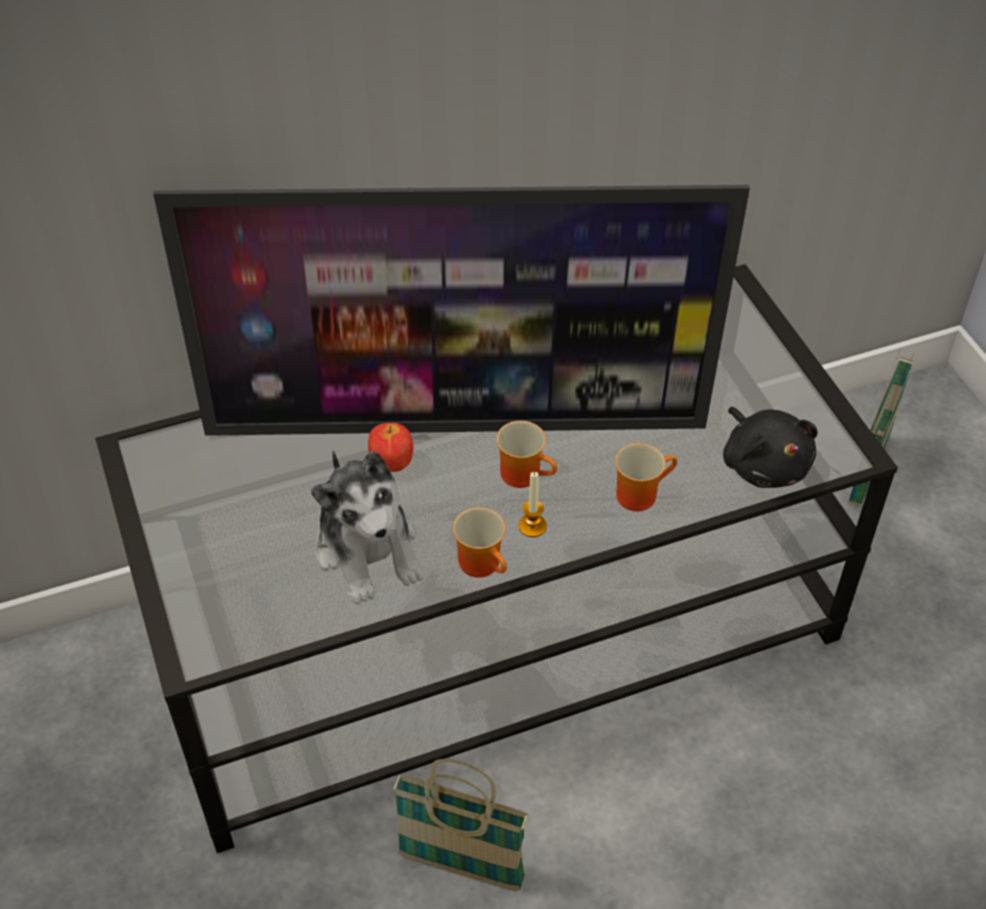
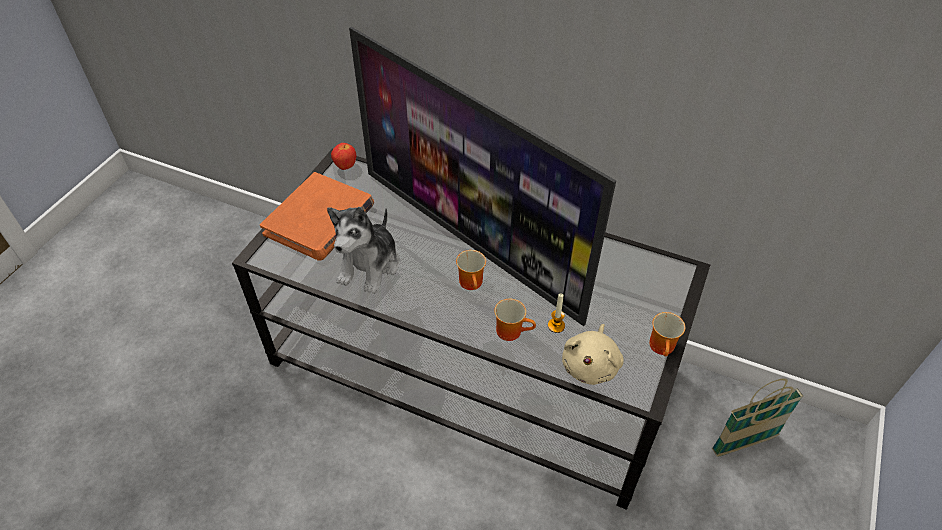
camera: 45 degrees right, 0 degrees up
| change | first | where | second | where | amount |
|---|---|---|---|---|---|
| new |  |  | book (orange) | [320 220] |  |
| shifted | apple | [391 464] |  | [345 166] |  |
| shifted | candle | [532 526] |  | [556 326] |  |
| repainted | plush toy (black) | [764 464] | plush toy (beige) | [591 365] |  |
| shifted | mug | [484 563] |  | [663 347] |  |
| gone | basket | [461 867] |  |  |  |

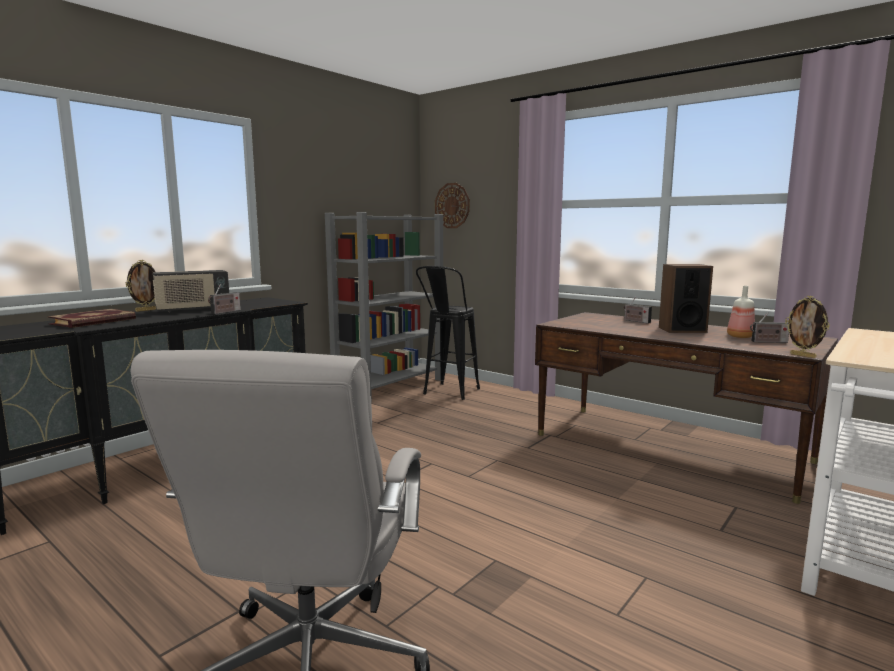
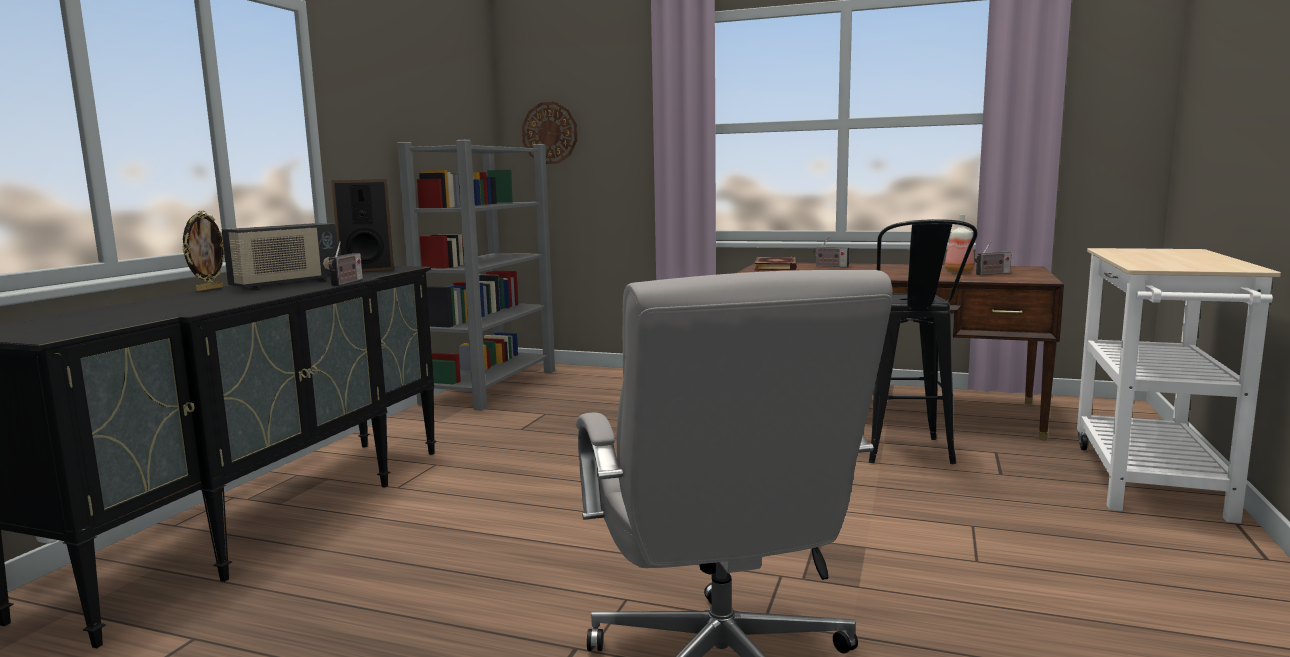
camera: 20 degrees left, 0 degrees up
| change | first | where | second | where | amount |
|---|---|---|---|---|---|
| shifted | speaker | [682 330] |  | [366 269] |  |
| shifted | book | [94 321] |  | [777 267] |  |
| shifted | stool (black) | [448 394] |  | [907 456] |  |
| gone | picture frame | [803 356] |  |  |  |

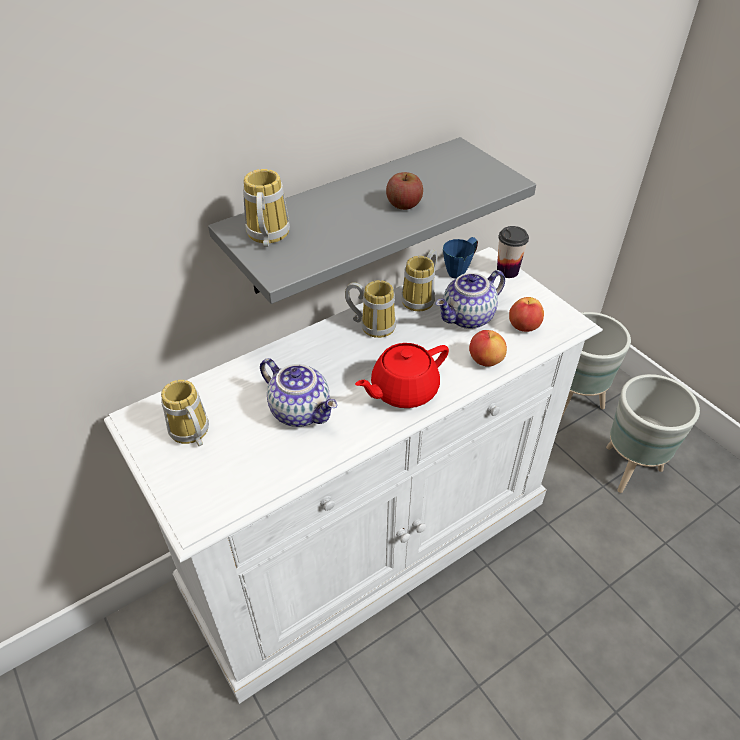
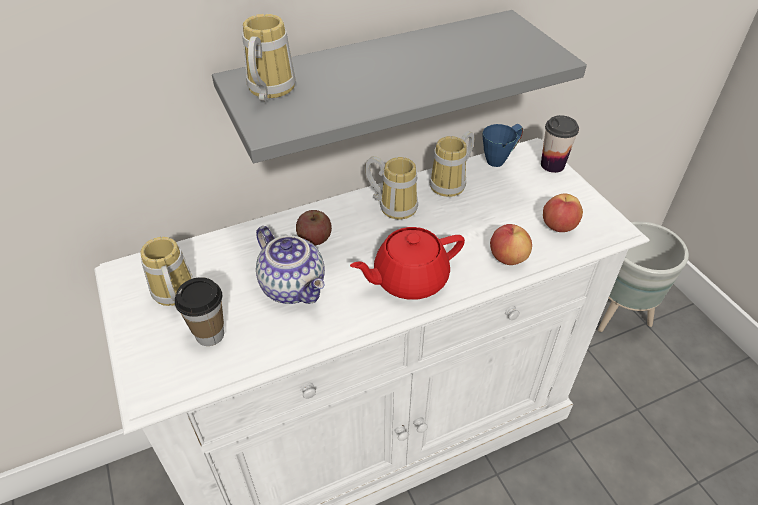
camera: 10 degrees right, 0 degrees up
| change | first | where | second | where | amount |
|---|---|---|---|---|---|
| new |  |  | cup | [210 334] |  |
| shifted | apple | [404 204] |  | [314 238] |  |
| gone | teapot | [468 318] |  |  |  |
| gone | planter (grey) | [628 469] |  |  |  |

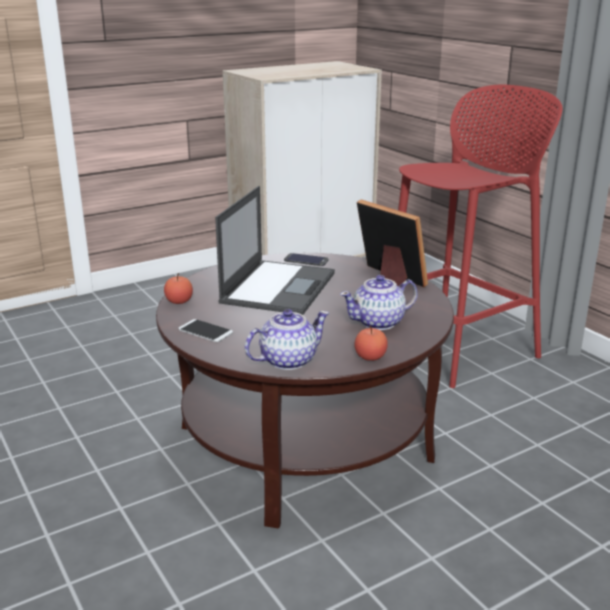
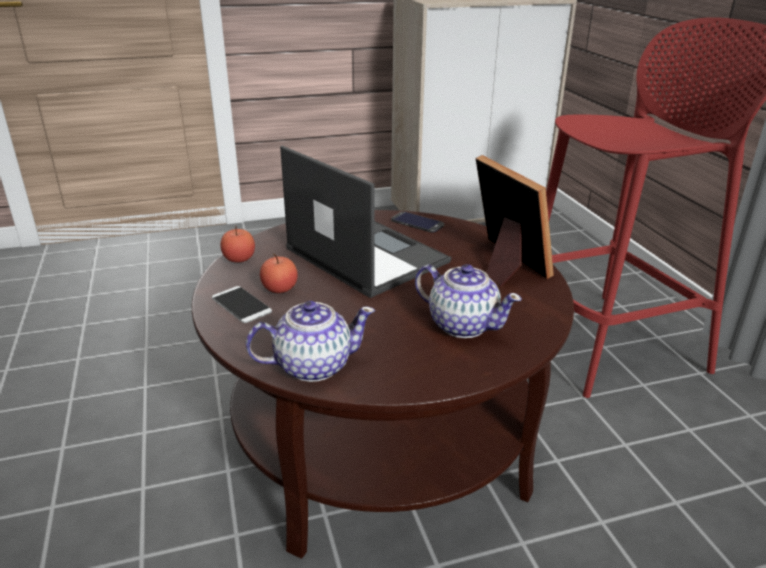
camera: 15 degrees right, 5 degrees up
| change | first | where | second | where | amount |
|---|---|---|---|---|---|
| shifted | apple | [370 357] |  | [279 289] |  |
| rotated | laptop | [279 287] |  | [364 255] | 75 degrees counterclockwise |
| rotated | teapot | [379 322] |  | [462 324] | 135 degrees counterclockwise |

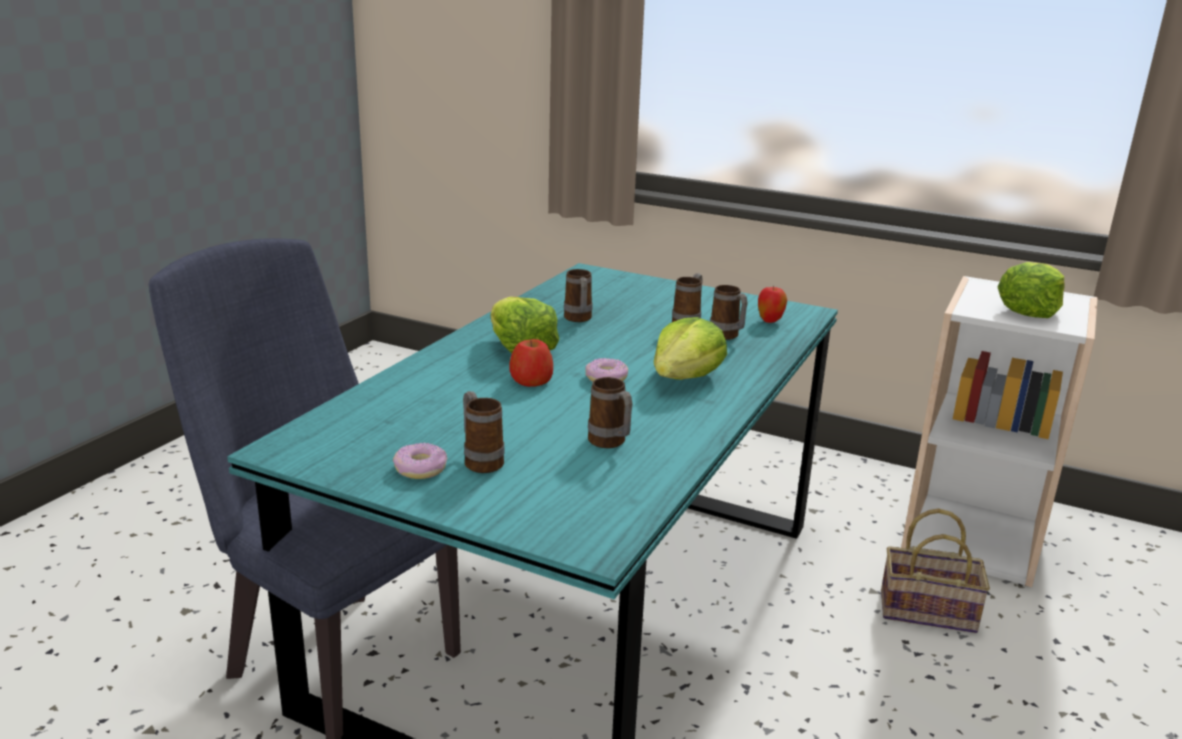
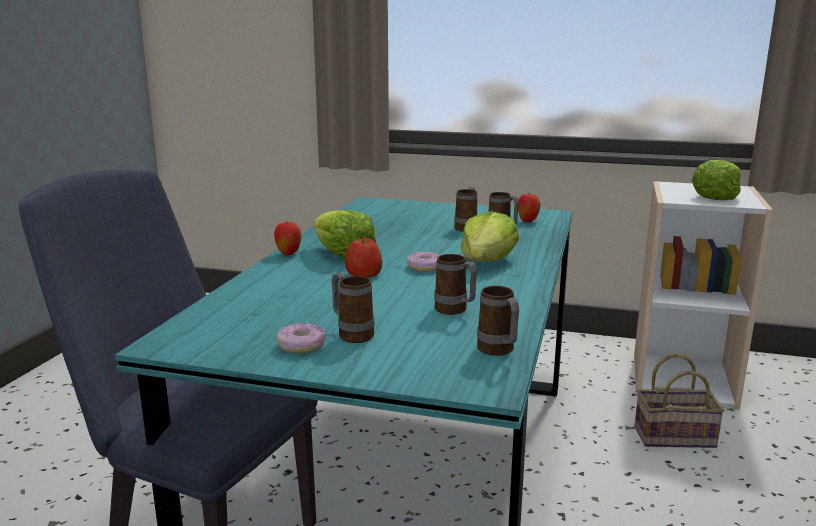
camera: 10 degrees left, 5 degrees down
| change | first | where | second | where | amount |
|---|---|---|---|---|---|
| new |  |  | apple | [288 254] |  |
| shifted | mug | [578 319] |  | [499 351] |  |

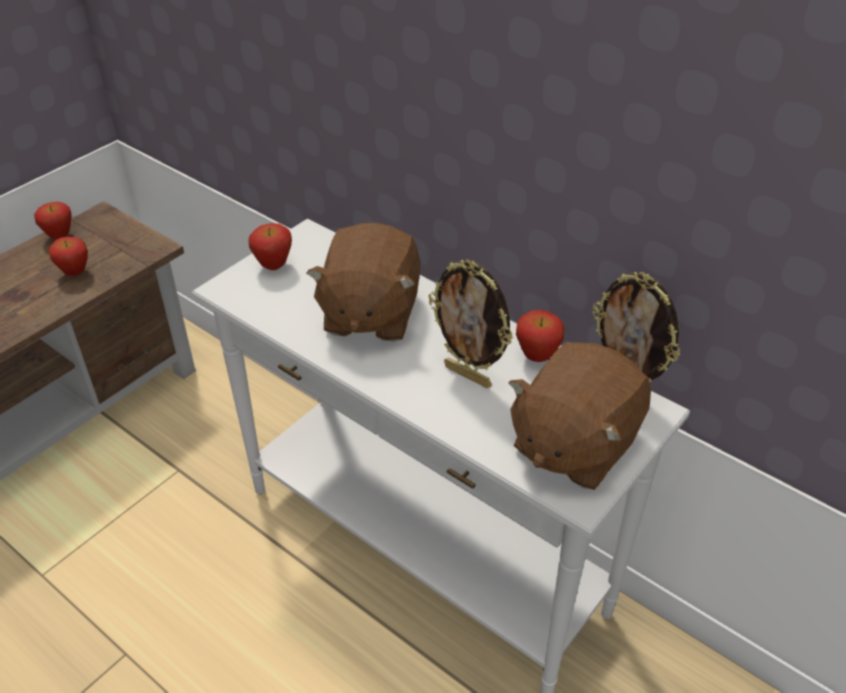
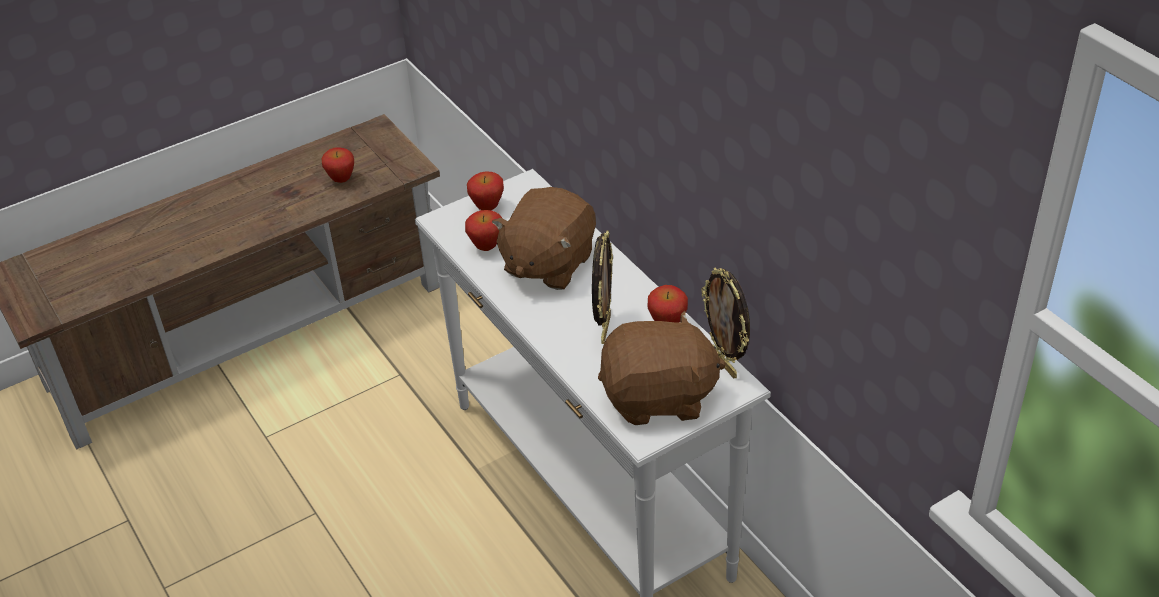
camera: 20 degrees right, 0 degrees up
| change | first | where | second | where | amount |
|---|---|---|---|---|---|
| shifted | apple | [60 236] |  | [486 247] |  |
| rotated | picture frame | [468 375] |  | [604 328] | 135 degrees counterclockwise |
| rotated | plush toy (brown) | [573 444] |  | [659 397] | 150 degrees counterclockwise |

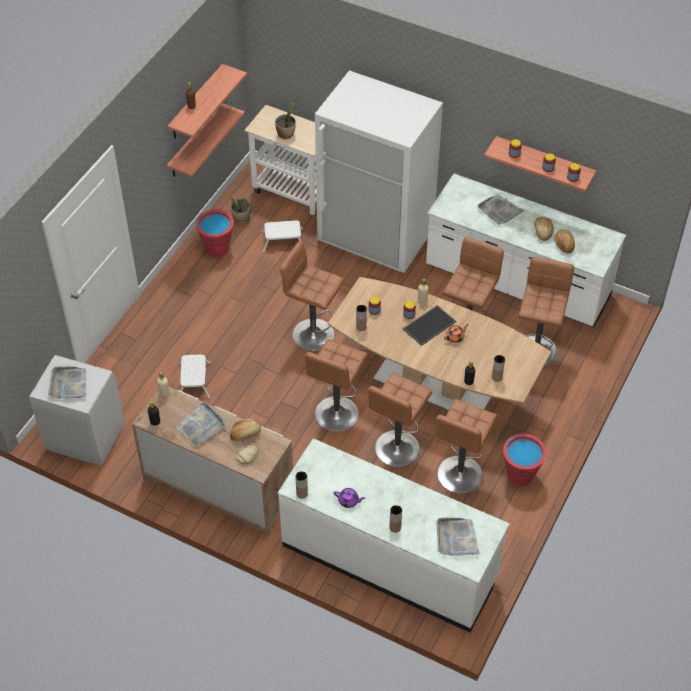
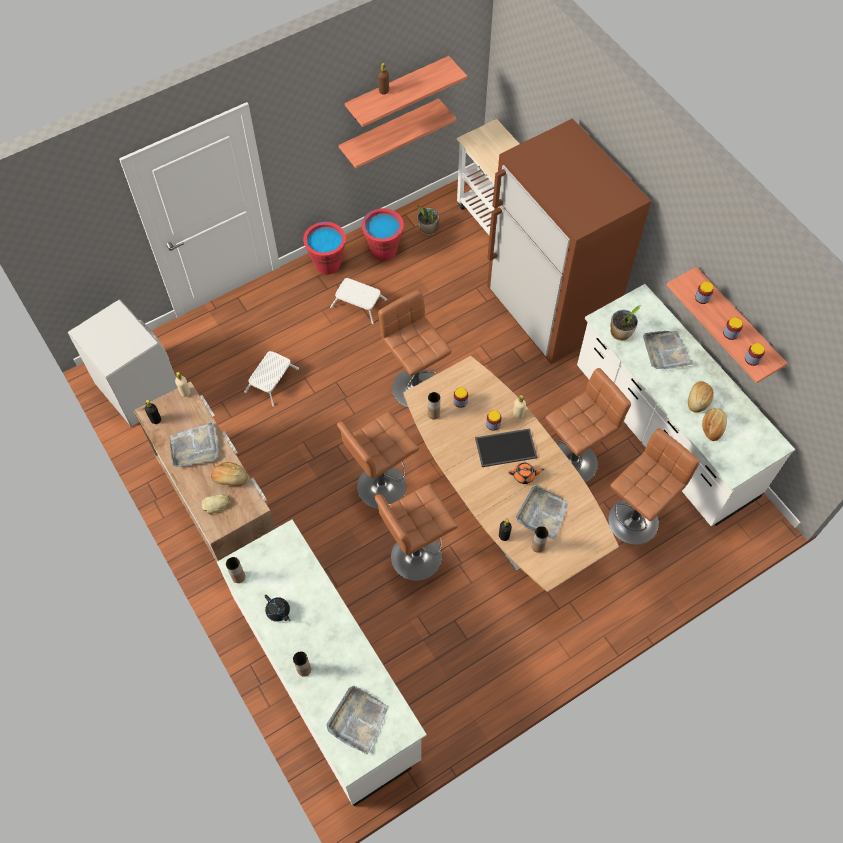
camera: 30 degrees right, 10 degrees up
| change | first | where | second | where | amount |
|---|---|---|---|---|---|
| repainted | teapot (purple) | [349 501] | teapot (black) | [278 611] |  |
| shifted | bucket (red) | [520 475] |  | [327 264] |  |
| shifted | step ladder (white) | [283 239] |  | [358 303] |  |
| repainted | fridge (white) | [375 234] | fridge (brown) | [549 308] |  |
| shifted | tray (grey) | [68 384] |  | [542 513] |  |
| shifted | potted plant | [286 134] |  | [620 333] |  |
| gone | stool (brown) | [459 474] |  |  |  |

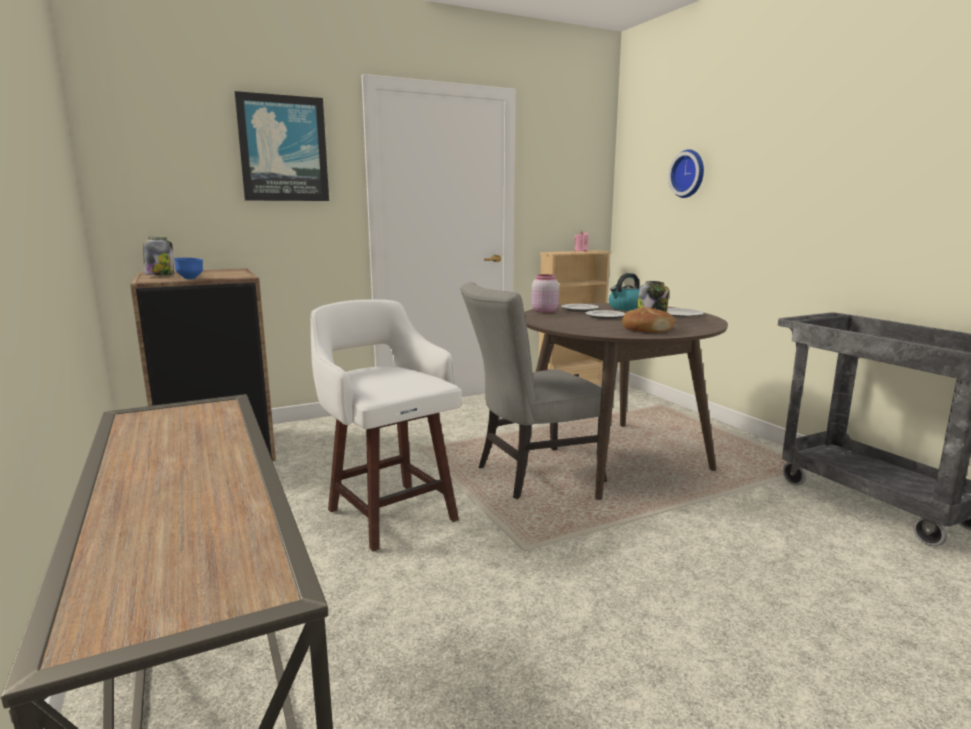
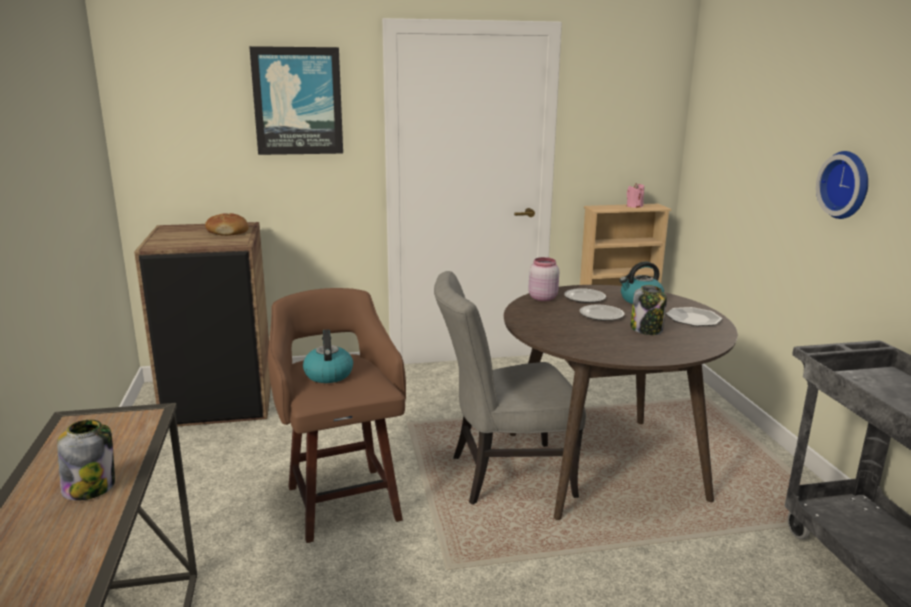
camera: 15 degrees right, 5 degrees up
| change | first | where | second | where | amount |
|---|---|---|---|---|---|
| shifted | jar | [160 275] |  | [90 487] |  |
| shifted | bread | [646 329] |  | [228 232] |  |
| repainted | stool (white) | [389 512] | stool (brown) | [342 500] |  |
| new |  |  | kettle | [328 374] |  |
| shifted | wall clock | [689 174] |  | [847 185] |  |
| gone | bowl (blue) | [190 278] |  |  |  |

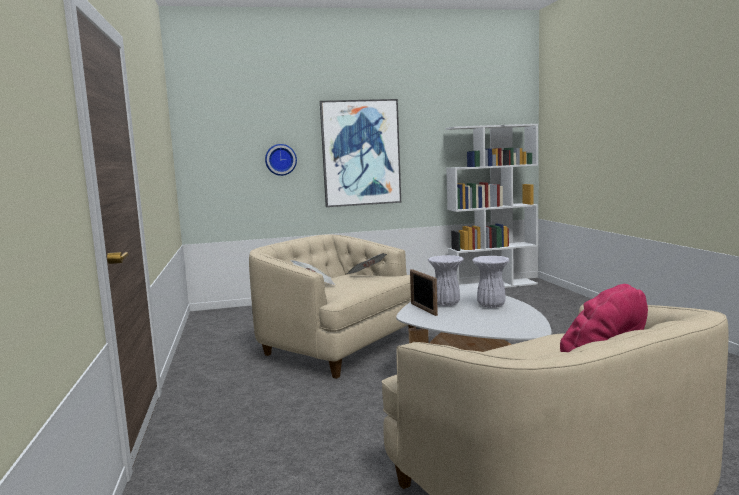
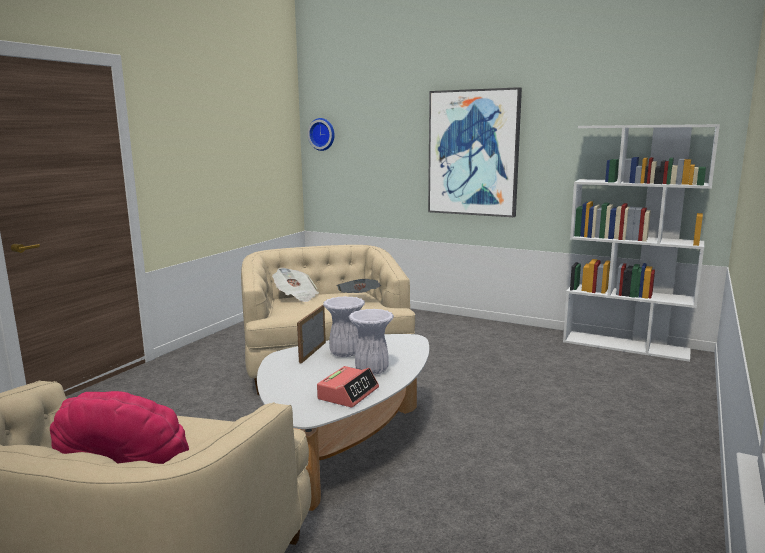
camera: 40 degrees right, 5 degrees up
| change | first | where | second | where | amount |
|---|---|---|---|---|---|
| shifted | wall clock | [280 159] |  | [322 134] |  |
| new |  |  | alarm clock | [348 393] |  |

